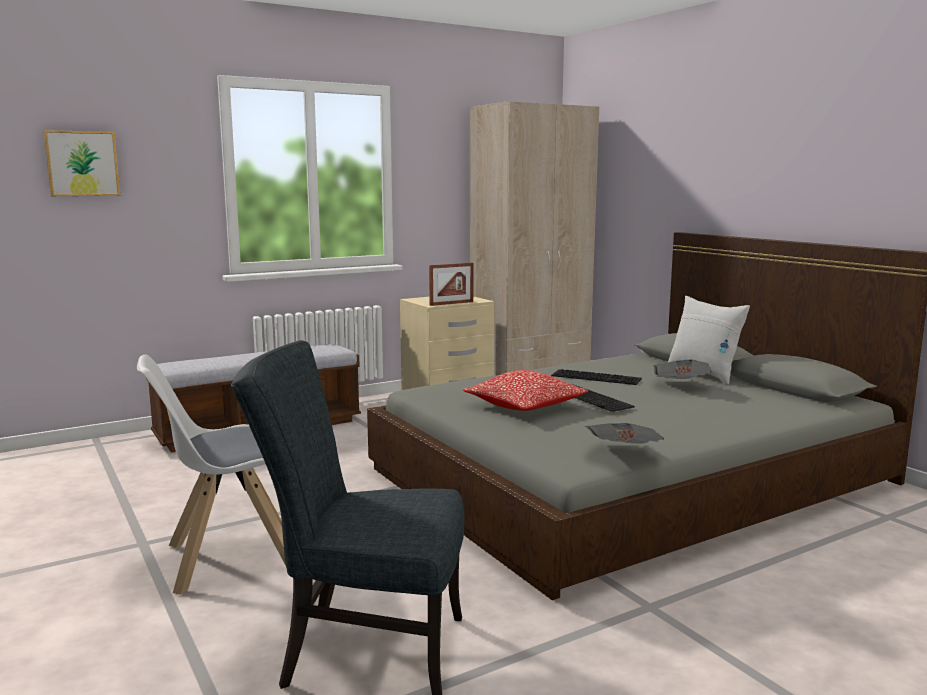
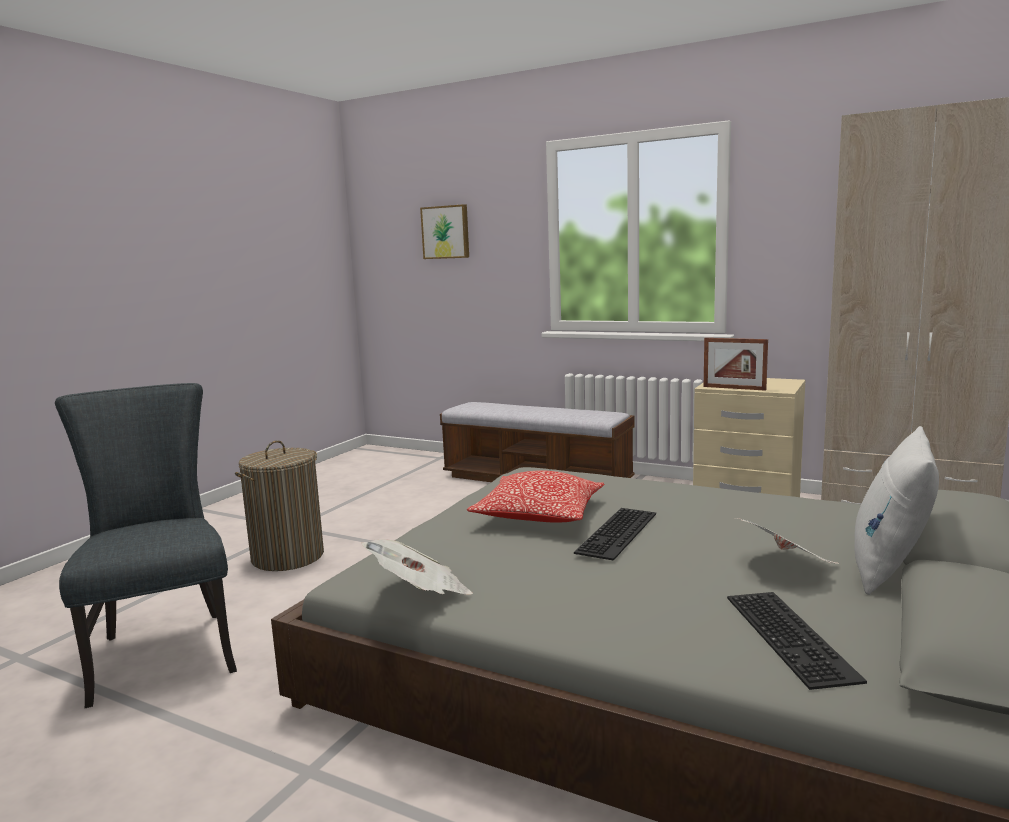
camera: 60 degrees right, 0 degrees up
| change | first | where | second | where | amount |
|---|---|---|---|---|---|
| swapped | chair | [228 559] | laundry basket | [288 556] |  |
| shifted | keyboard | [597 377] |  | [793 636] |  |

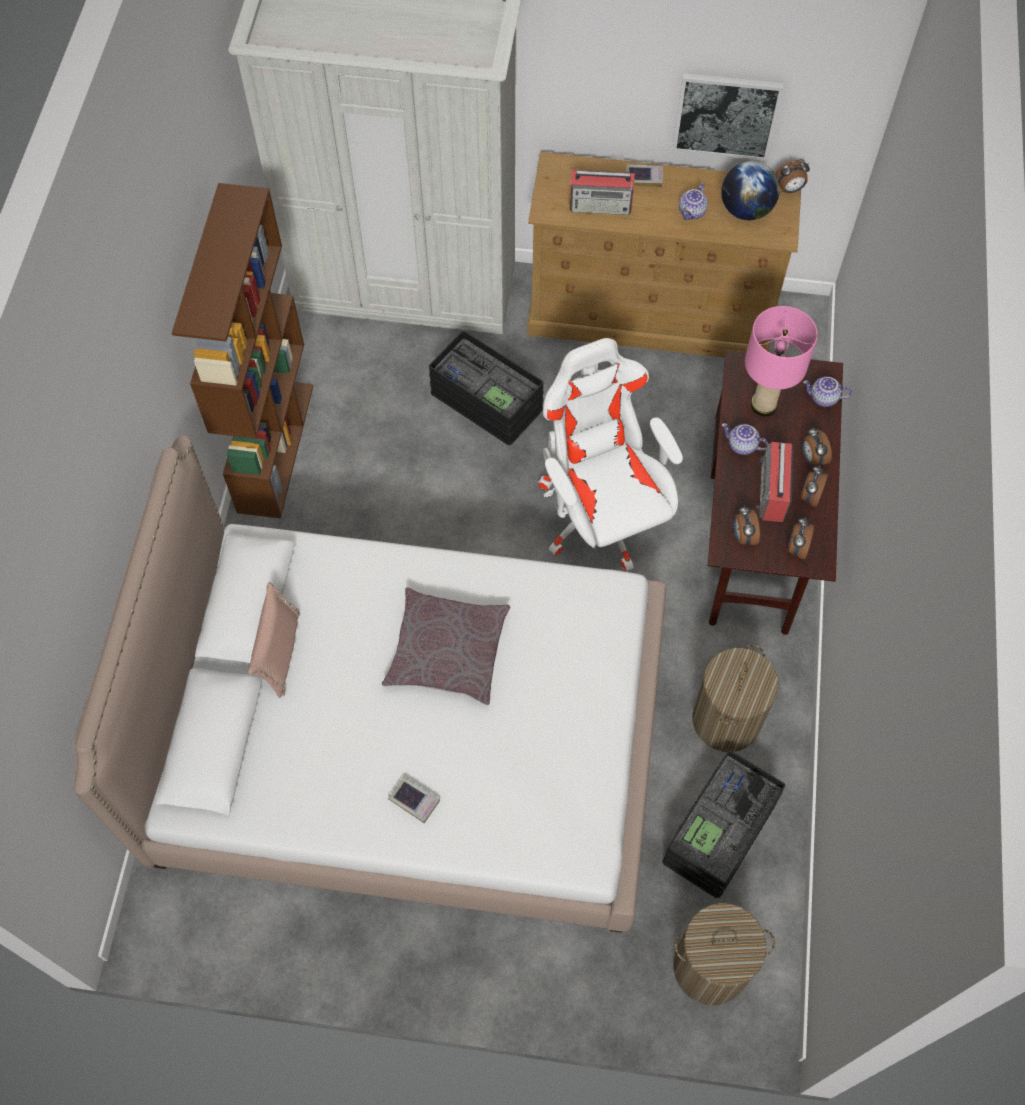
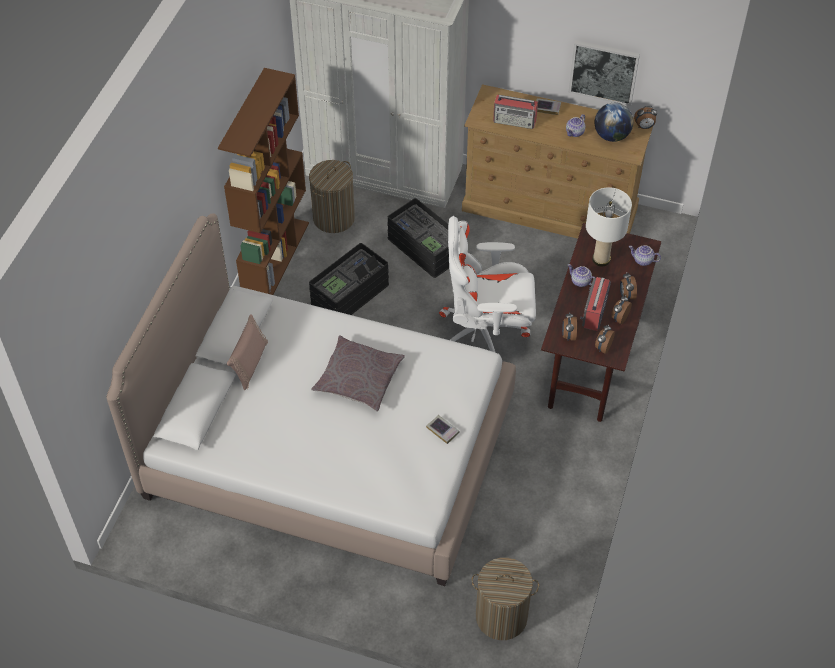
camera: 10 degrees right, 10 degrees down
| change | first | where | second | where | amount |
|---|---|---|---|---|---|
| shifted | laundry basket | [726 720] |  | [334 218] |  |
| shifted | storage box (black) | [719 830] |  | [349 293] |  |
| shifted | book | [414 800] |  | [442 430] |  |
| rotated | office chair (white) | [602 523] |  | [487 334] | 75 degrees counterclockwise |
| repainted | table lamp (pink) | [763 405] | table lamp (white) | [600 259] |  |

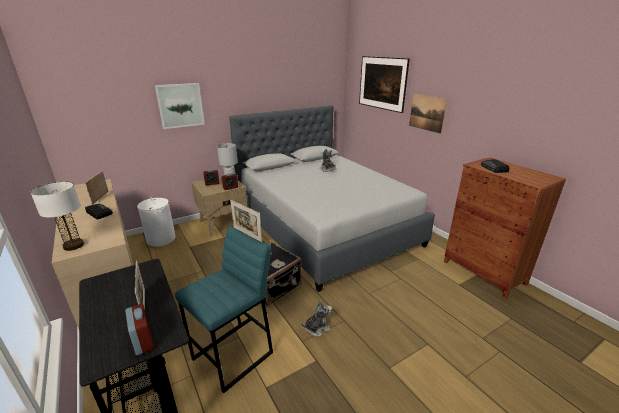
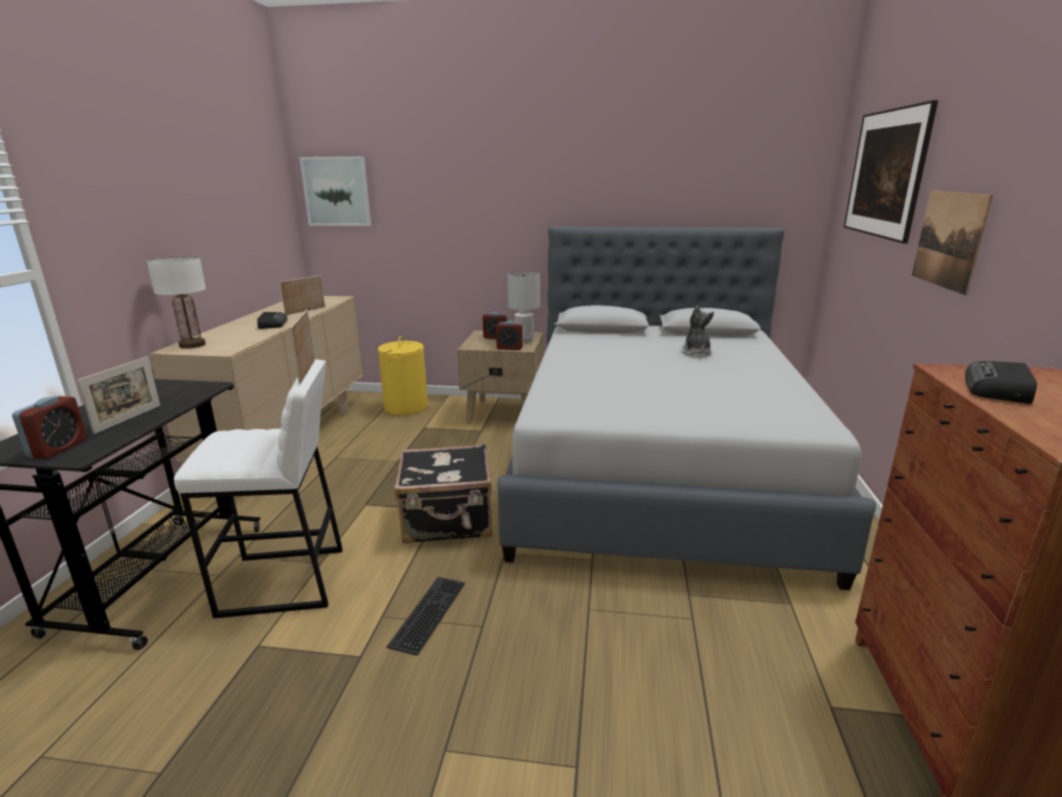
camera: 40 degrees right, 5 degrees down
| change | first | where | second | where | amount |
|---|---|---|---|---|---|
| repainted | stool (turquoise) | [234 354] | stool (white) | [287 581] |  |
| shifted | picture | [180 105] |  | [337 191] |  |
| repainted | laundry basket (white) | [161 239] | laundry basket (yellow) | [406 407] |  |
| swapped | plush toy | [317 328] | keyboard | [427 612] |  |

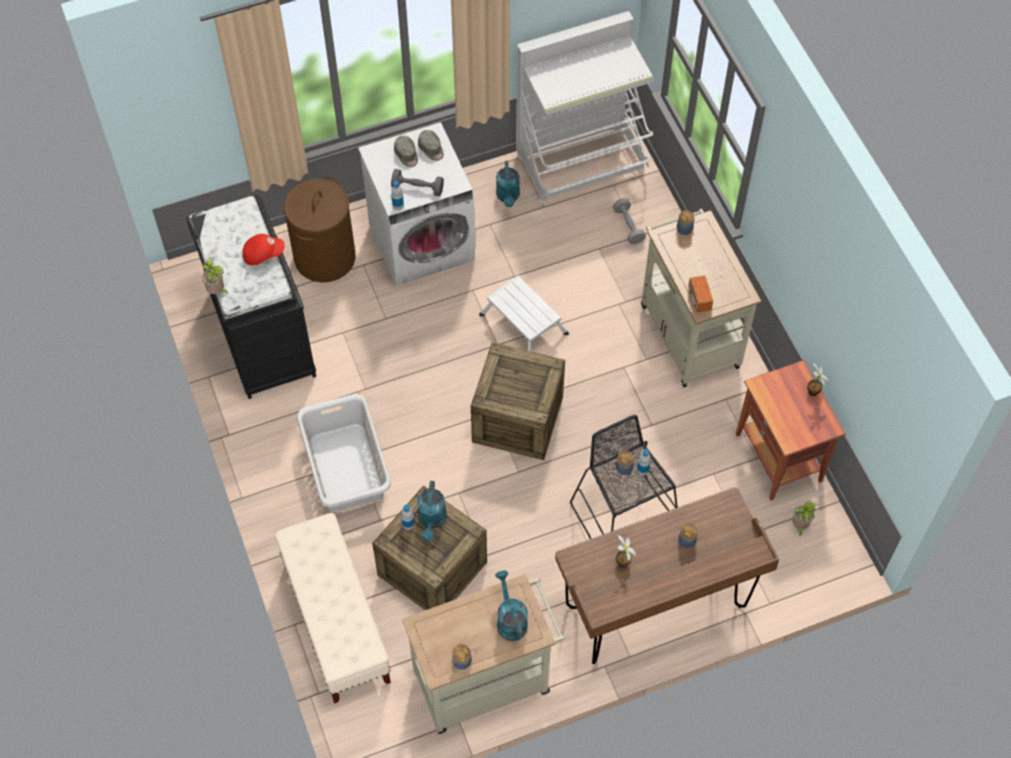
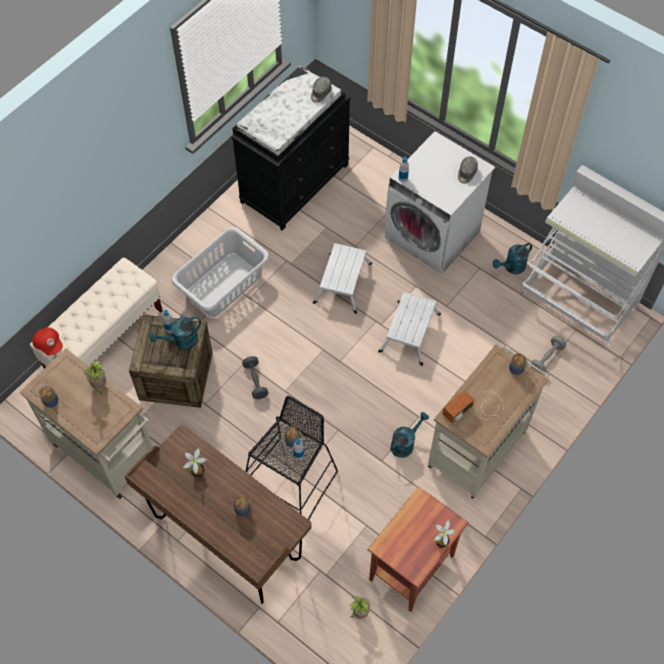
camera: 60 degrees right, 0 degrees up
| change | first | where | second | where | amount |
|---|---|---|---|---|---|
| shifted | cap (red) | [263 253] |  | [49 344] |  |
| shifted | potted plant | [217 291] |  | [99 386] |  |
| shifted | dumbbell (grey) | [417 188] |  | [255 381] |  |
| shifted | cap (grey) | [406 155] |  | [320 93] |  |
| new |  |  | step ladder (white) | [342 283] |  |
| shifted | watering can (turquoise) | [510 619] |  | [405 443] |  |
| gone | laundry basket (brown) | [325 258] |  |  |  |
| gone | crate | [517 419] |  |  |  |

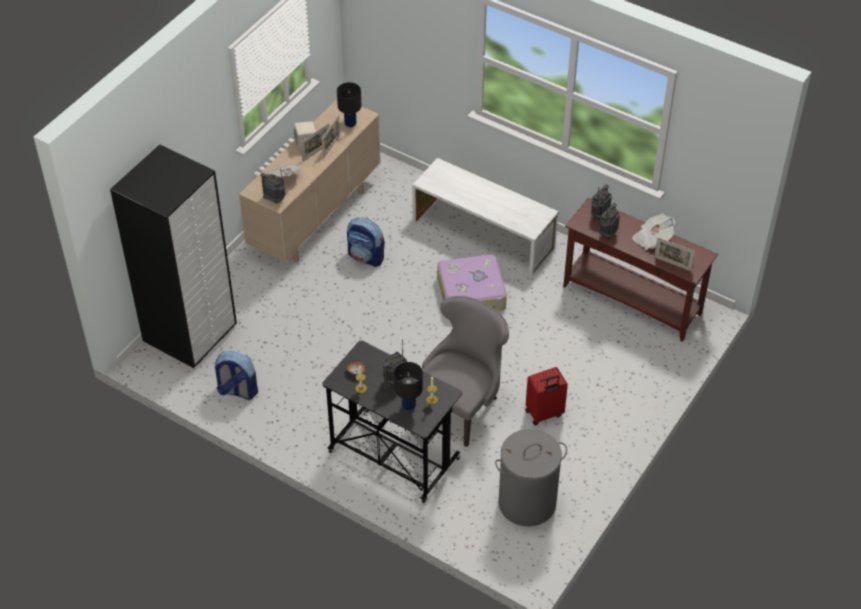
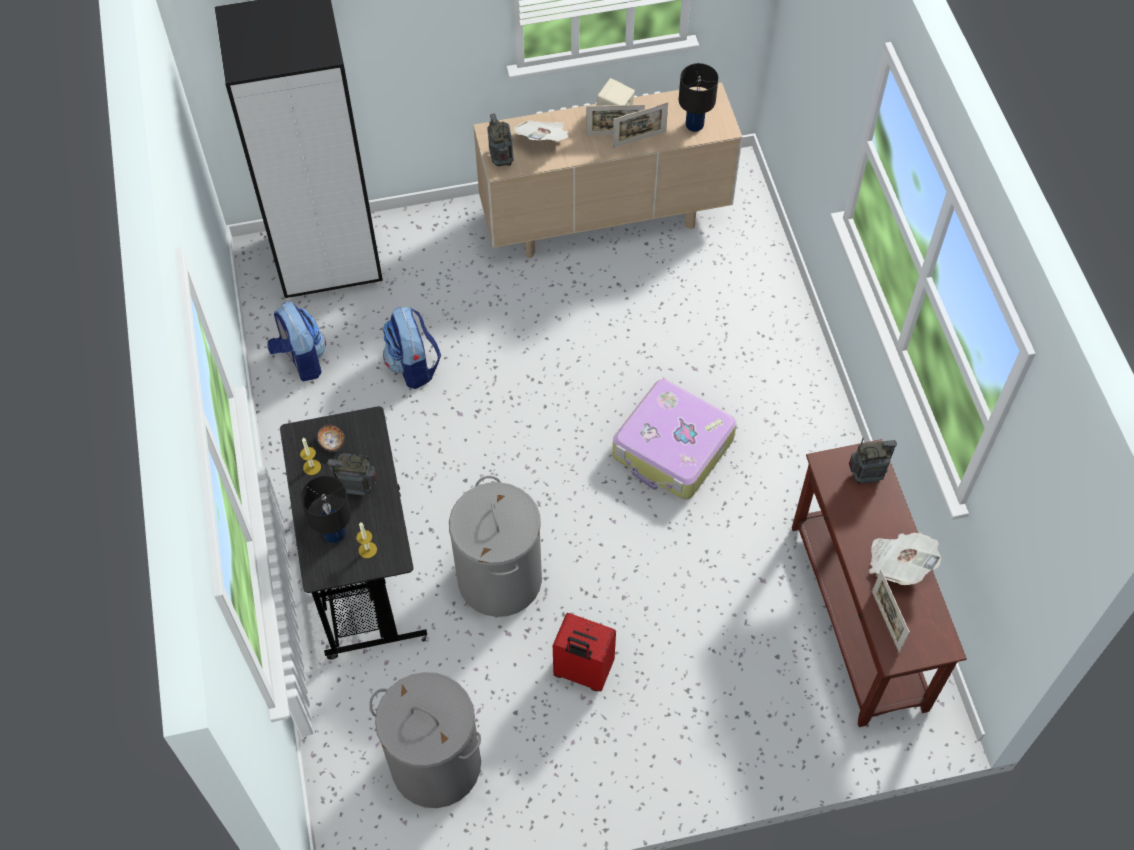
camera: 45 degrees right, 10 degrees up
| change | first | where | second | where | amount |
|---|---|---|---|---|---|
| shifted | backpack | [366 257] |  | [413 366] |  |
| swapped | chair (grey) | [460 407] | laundry basket (grey) | [500 579] |  |
| gone | bench (white) | [484 233] |  |  |  |
| gone | radio | [607 234] |  |  |  |

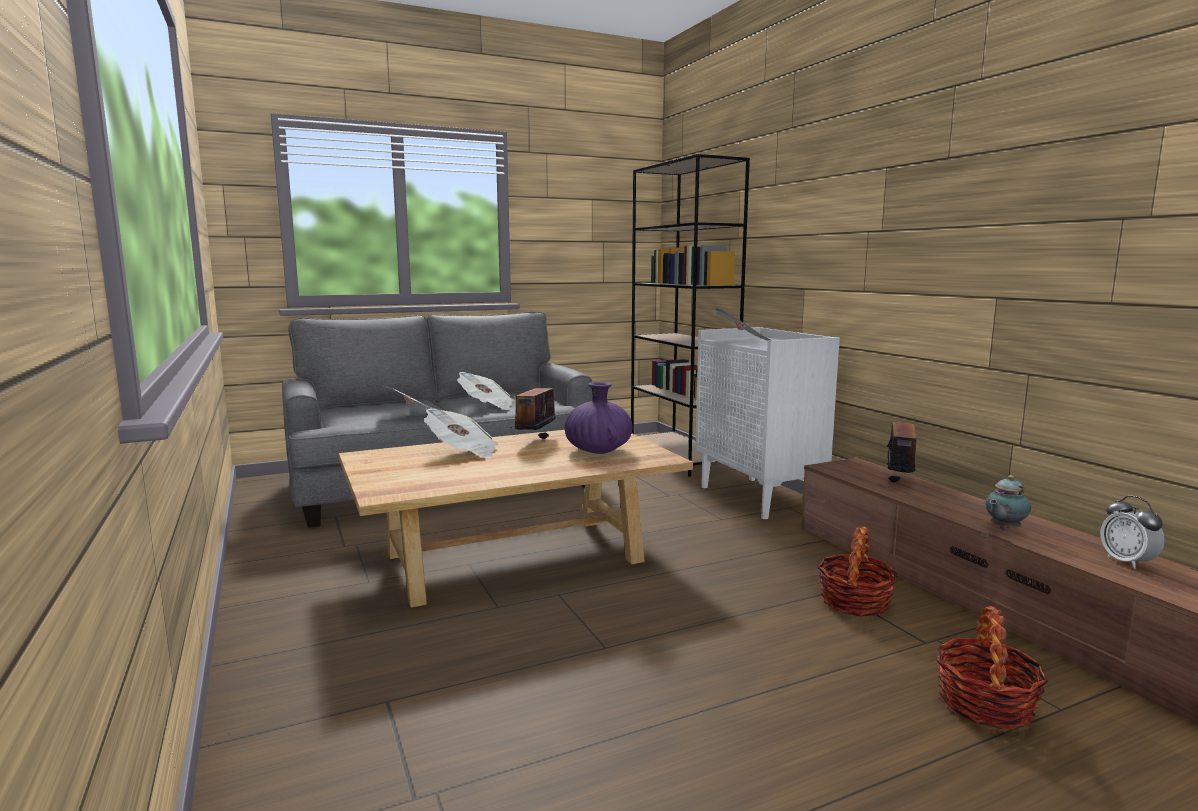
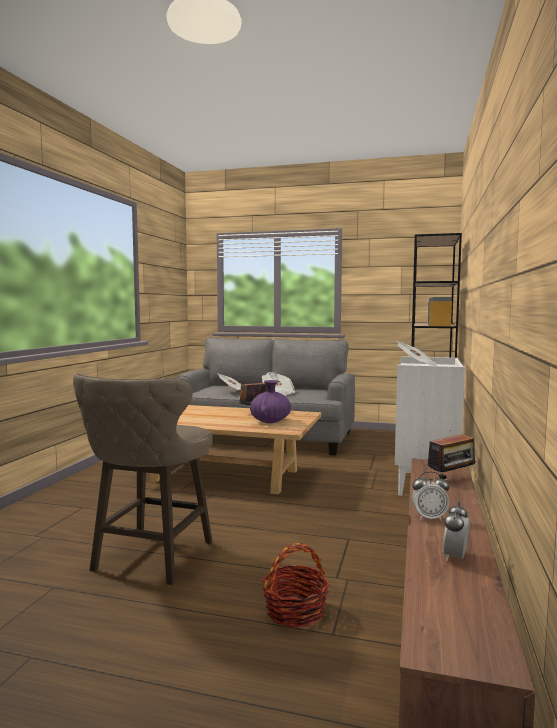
camera: 40 degrees right, 5 degrees down
| change | first | where | second | where | amount |
|---|---|---|---|---|---|
| new |  |  | stool (beige) | [150 558] |  |
| swapped | teapot | [1003 529] | alarm clock | [429 518] |  |
| gone | newspaper | [463 452] |  |  |  |
| gone | basket | [854 602] |  |  |  |

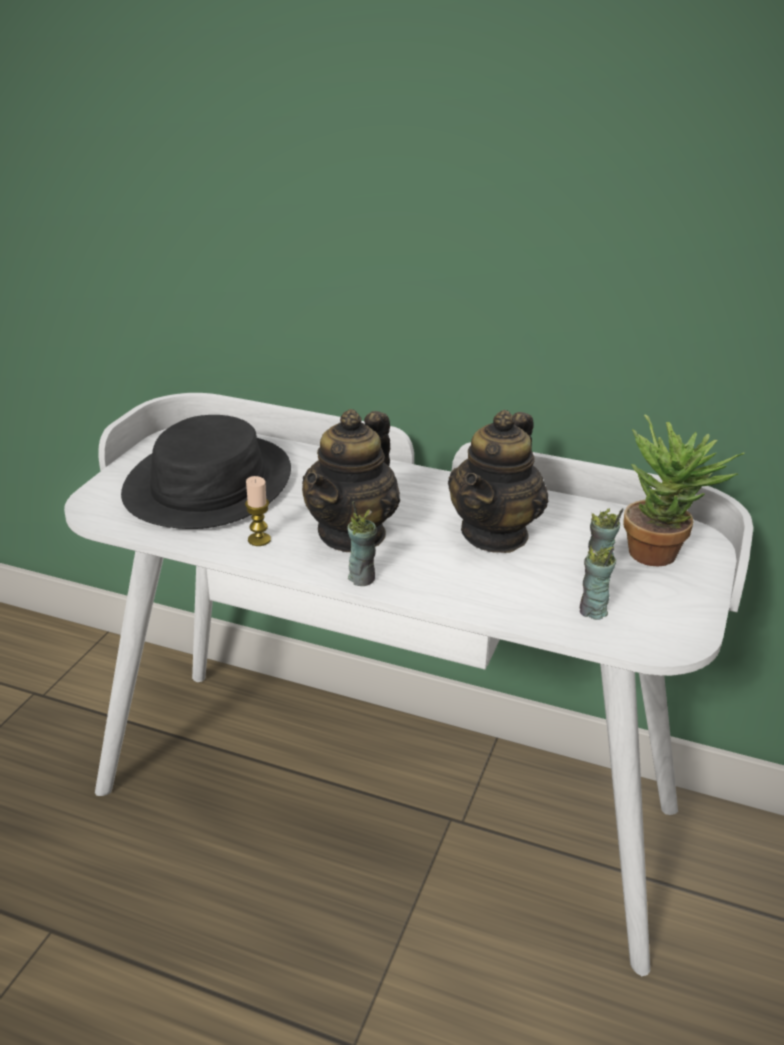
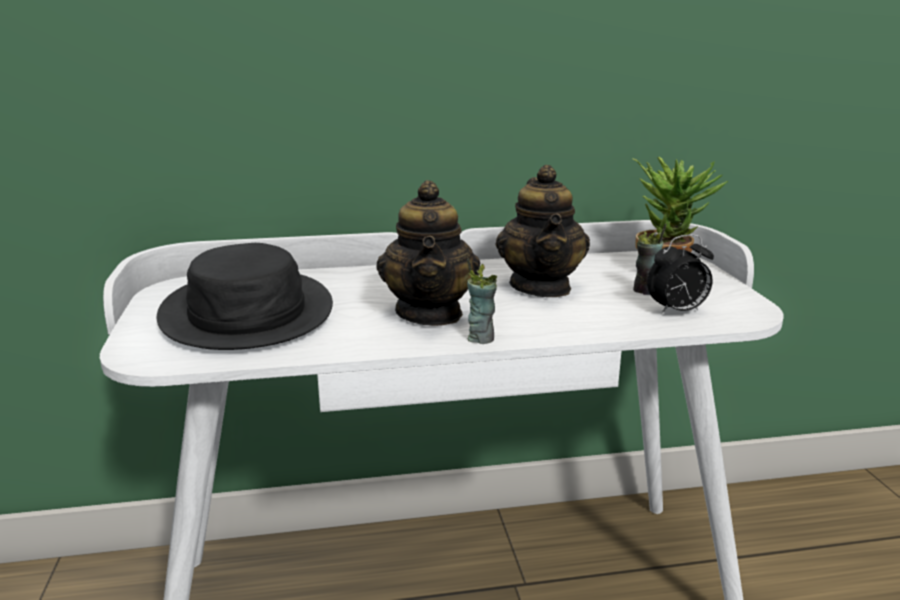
camera: 30 degrees left, 10 degrees down
| change | first | where | second | where | amount |
|---|---|---|---|---|---|
| swapped | cup | [592 611] | alarm clock | [676 312] |  |
| gone | candle | [259 540] |  |  |  |

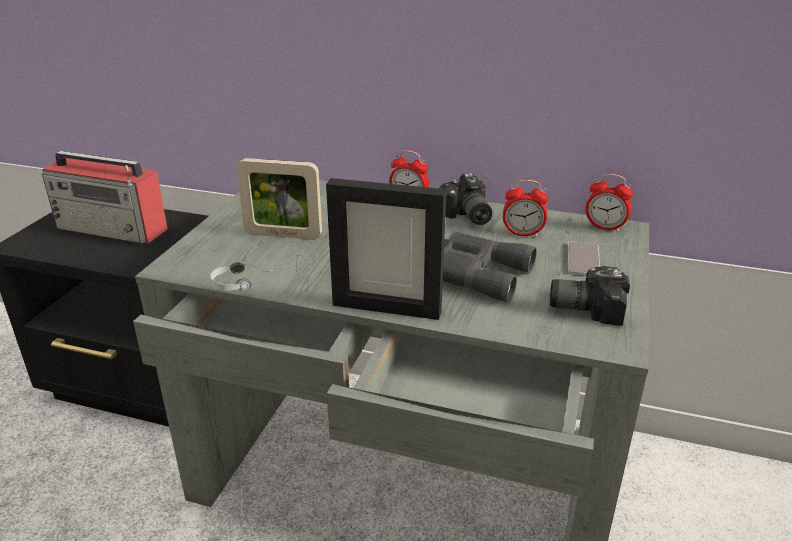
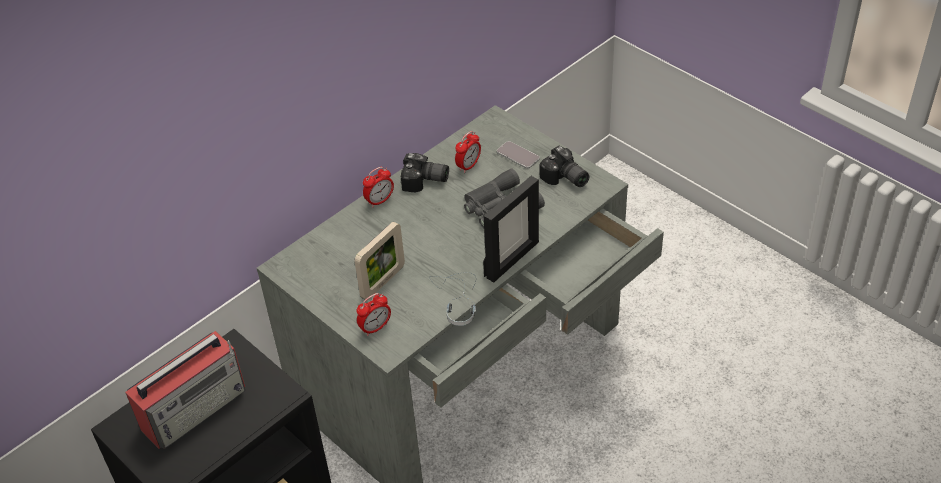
camera: 60 degrees left, 15 degrees up
| change | first | where | second | where | amount |
|---|---|---|---|---|---|
| shifted | alarm clock | [604 227] |  | [375 328] |  |
| rotated | photo camera | [584 307] |  | [564 179] | 75 degrees counterclockwise |

